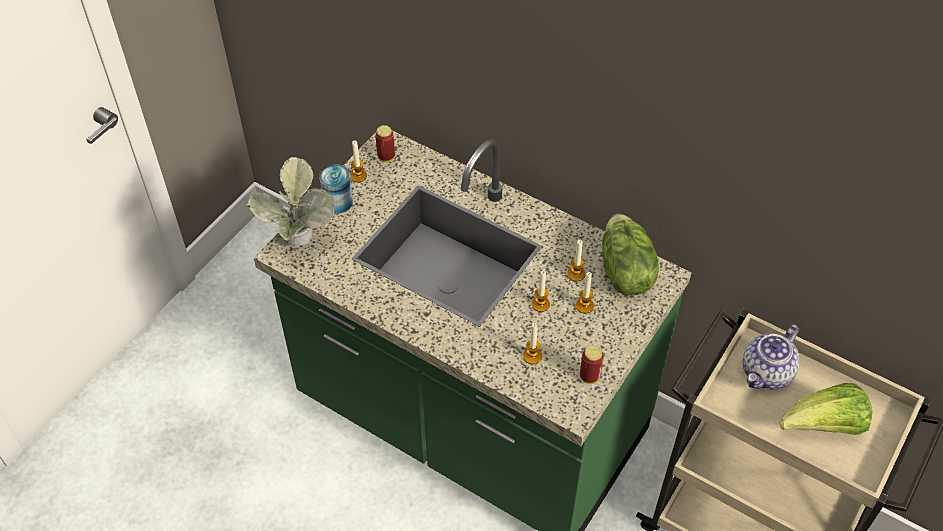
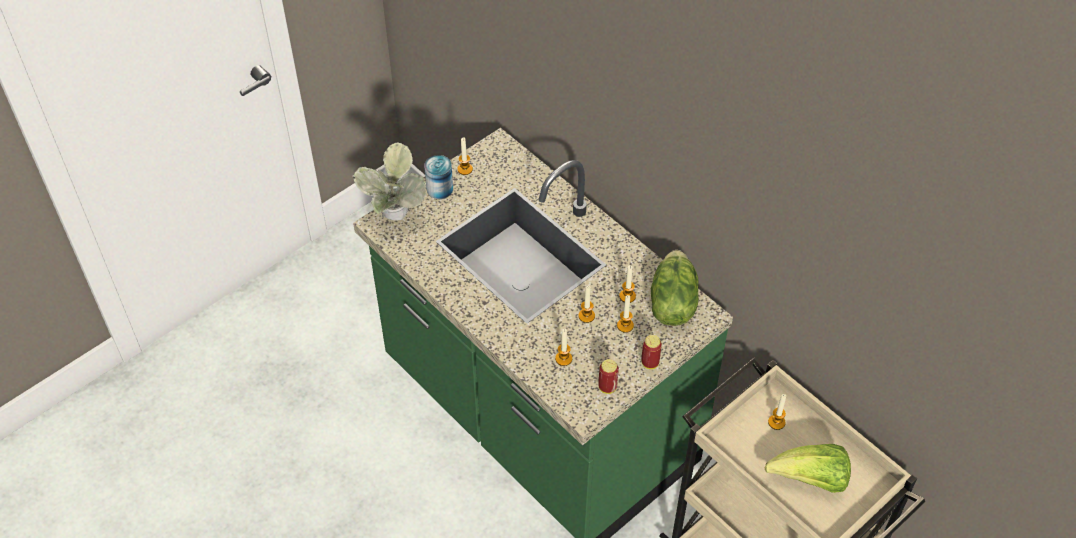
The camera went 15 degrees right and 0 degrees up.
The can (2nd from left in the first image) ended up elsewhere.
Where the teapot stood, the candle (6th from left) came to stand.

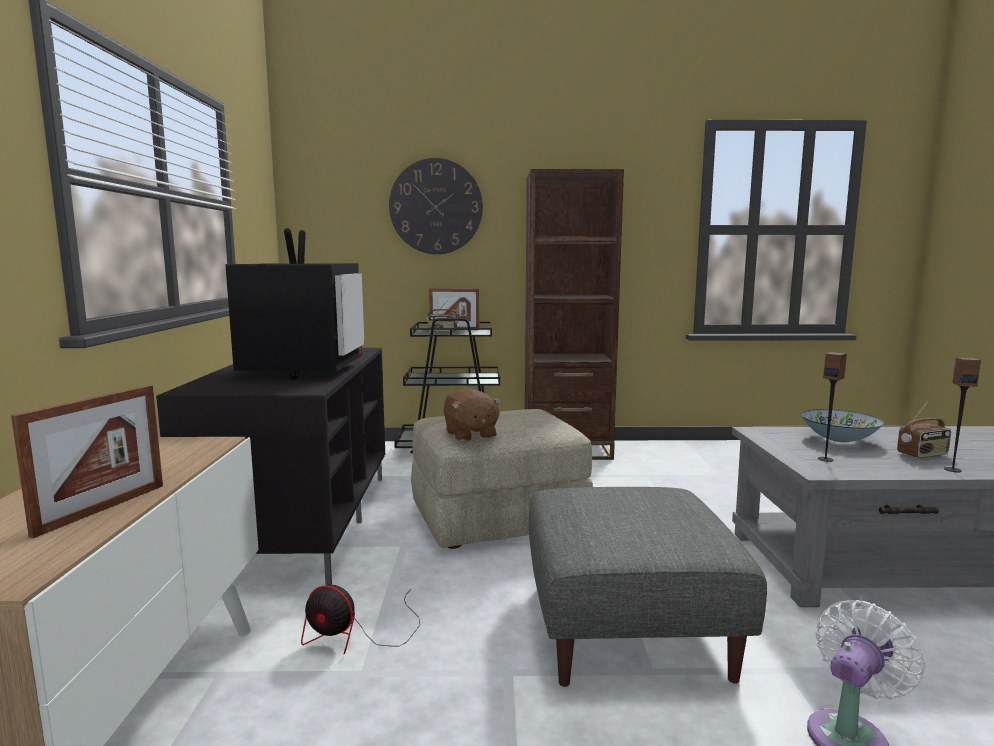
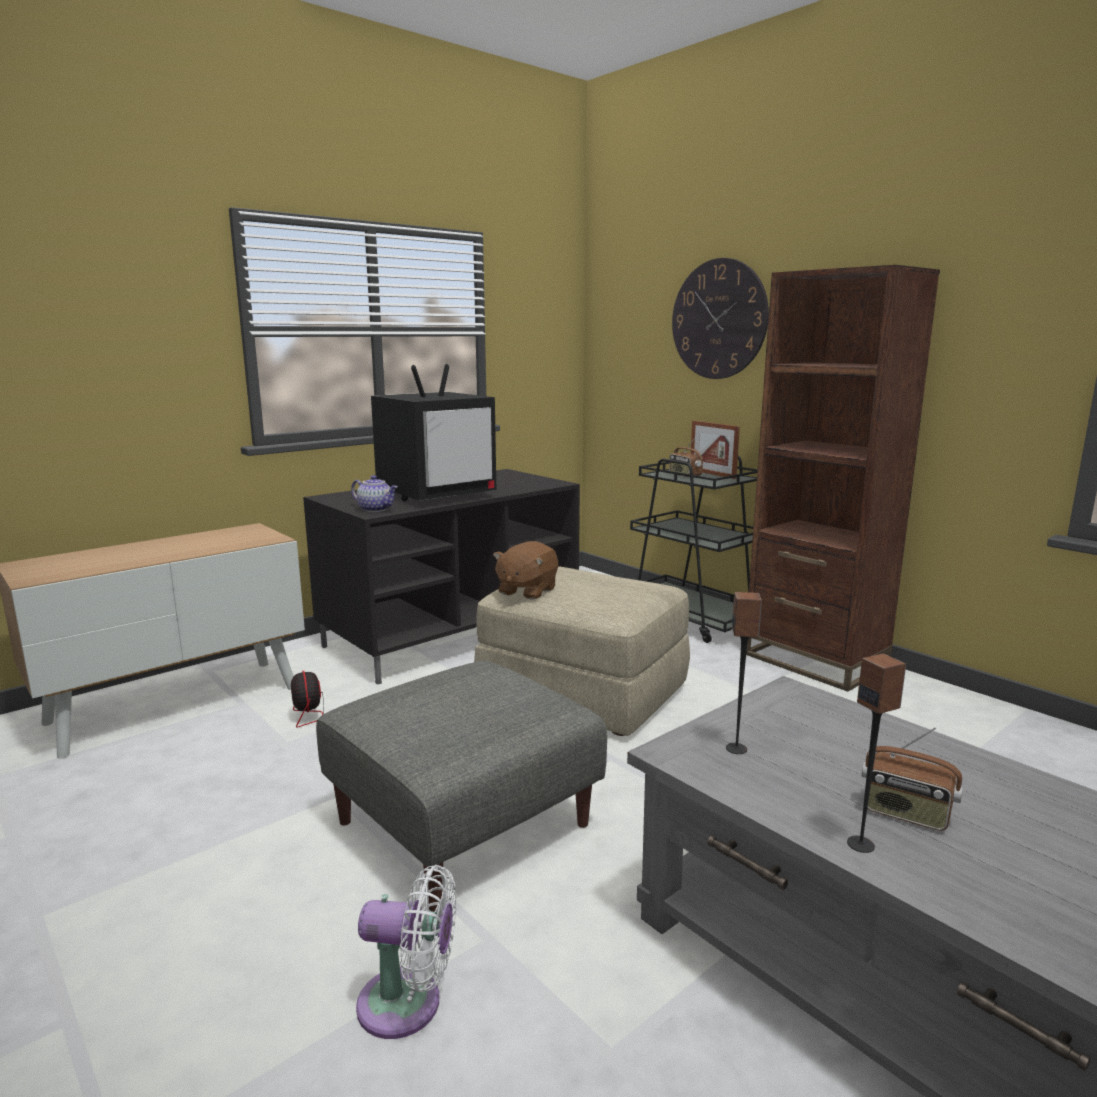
The camera went 50 degrees right and 5 degrees up.
The second view lost the picture_frame (1st from left).
The second view lost the bowl.
The second view gained the teapot.

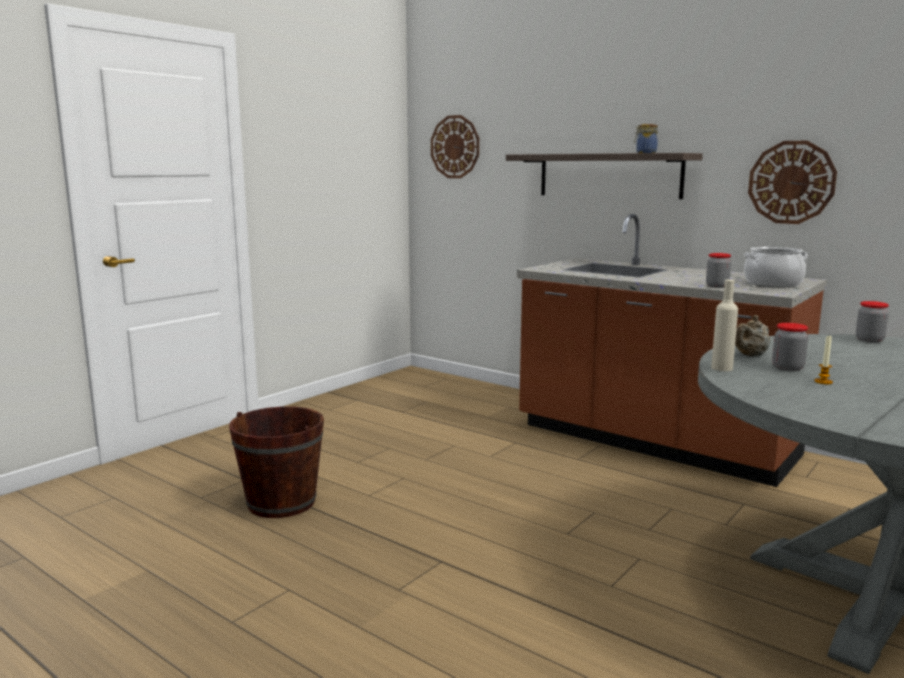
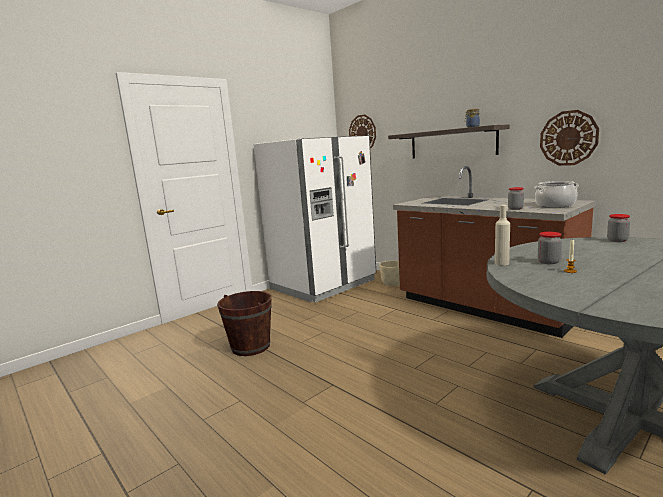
The camera went 10 degrees right and 0 degrees up.
The second view lost the beige_teapot.
The second view gained the white_fridge.
The second view gained the beige_planter.

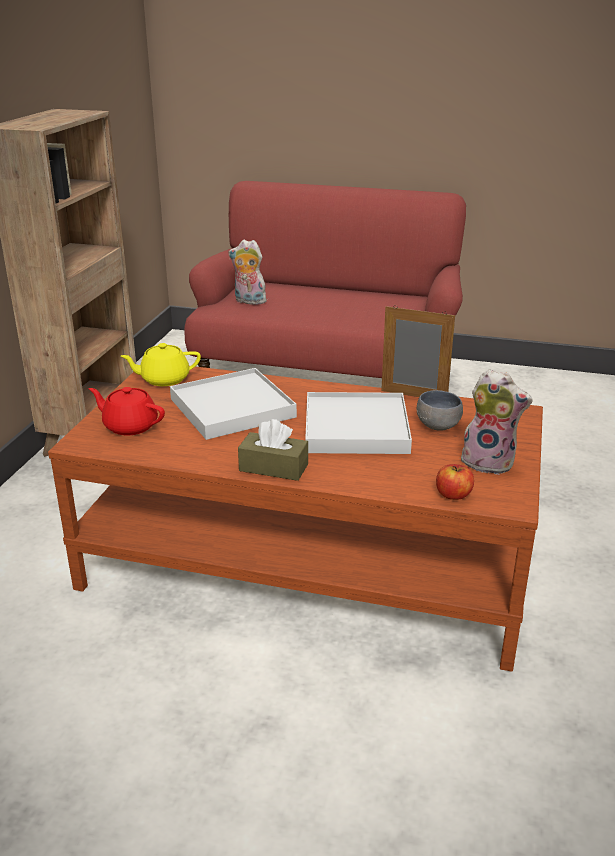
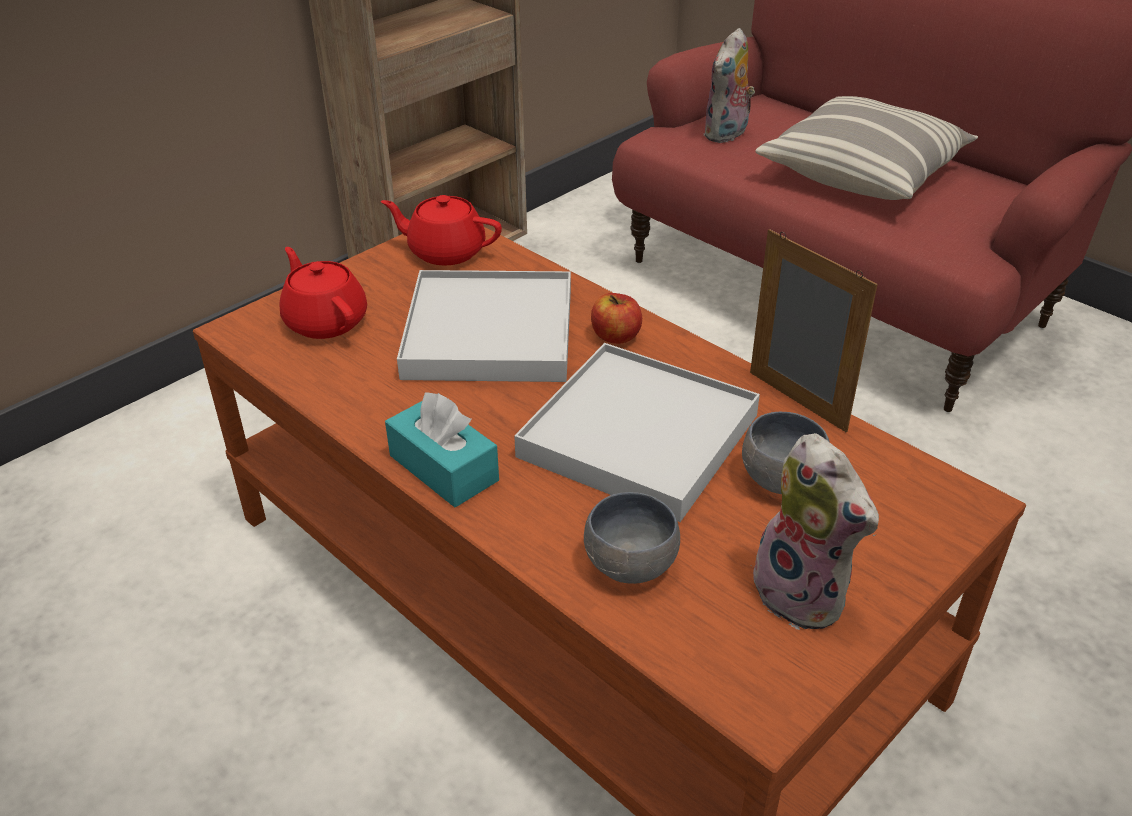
The camera went 30 degrees right and 10 degrees up.
What was the yellow_teapot turned into the red_teapot (2nd from left).
The plush_toy (1st from left) ended up facing another way, 105 degrees counterclockwise from before.
What was the brown_tissue_box turned into the turquoise_tissue_box.
The apple ended up elsewhere.
The second view gained the grey_bowl (1st from left).
The second view gained the pillow.

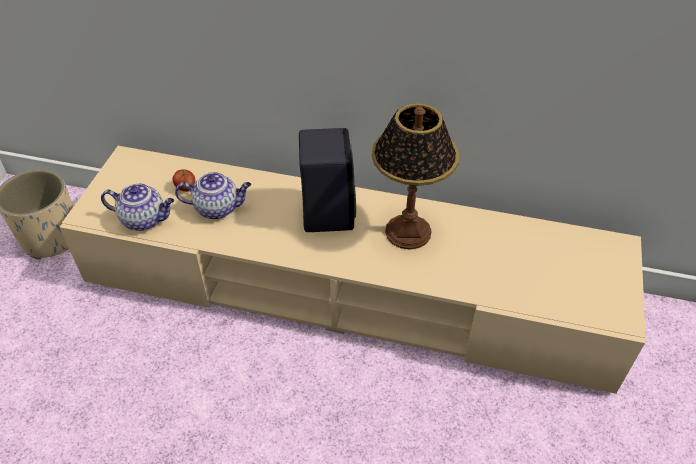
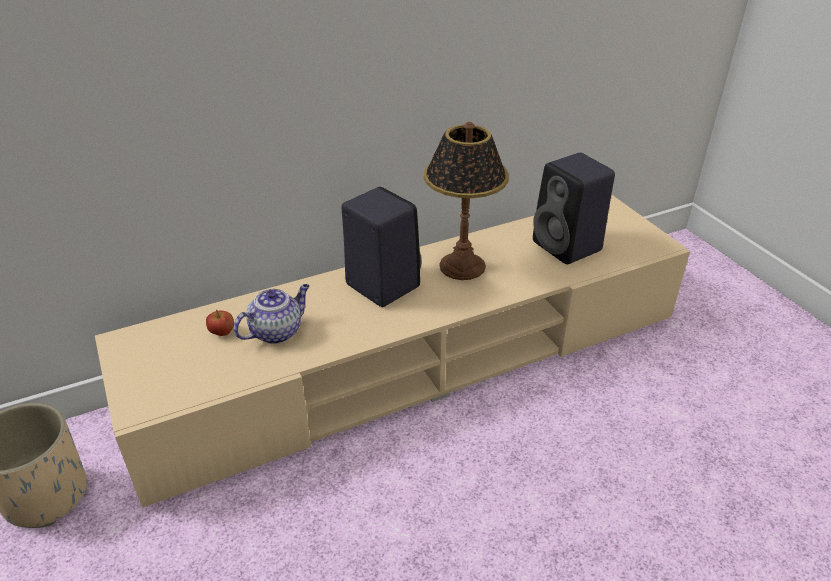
The camera went 40 degrees left and 10 degrees down.
The second view lost the teapot (1st from left).
The second view gained the black_speaker (2nd from left).

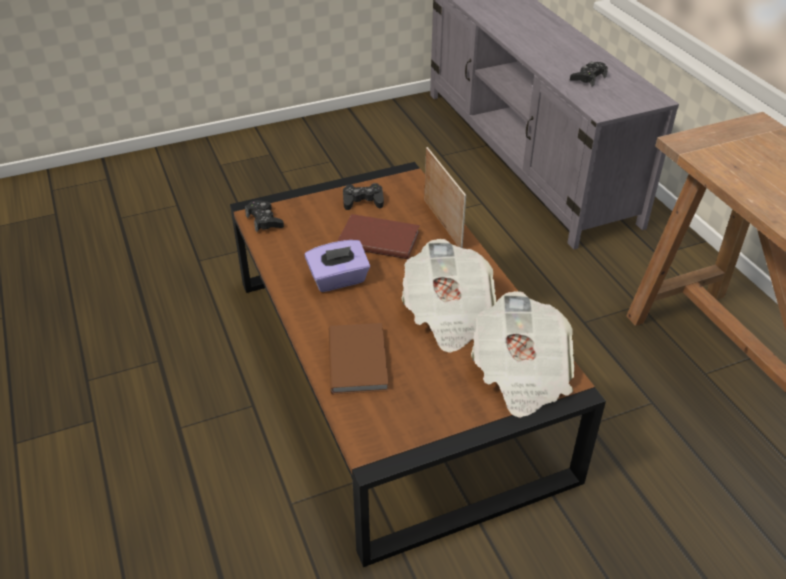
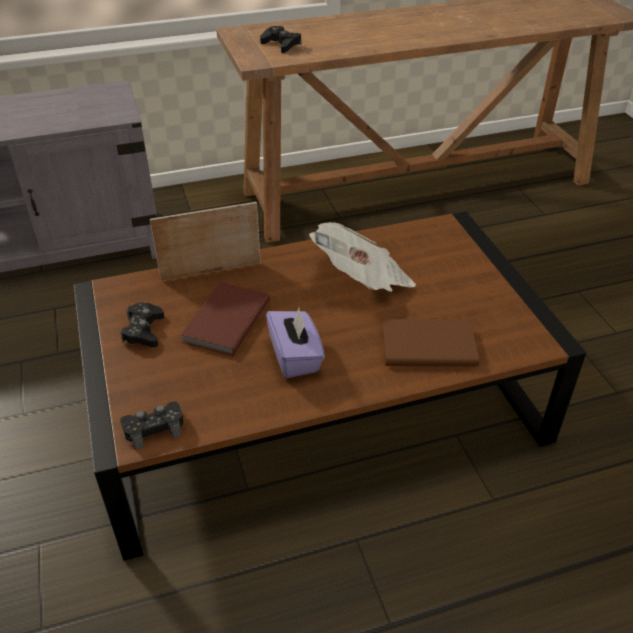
The camera went 85 degrees left and 0 degrees up.
The second view lost the newspaper (2nd from left).
The black_game_controller (3rd from left) ended up elsewhere.

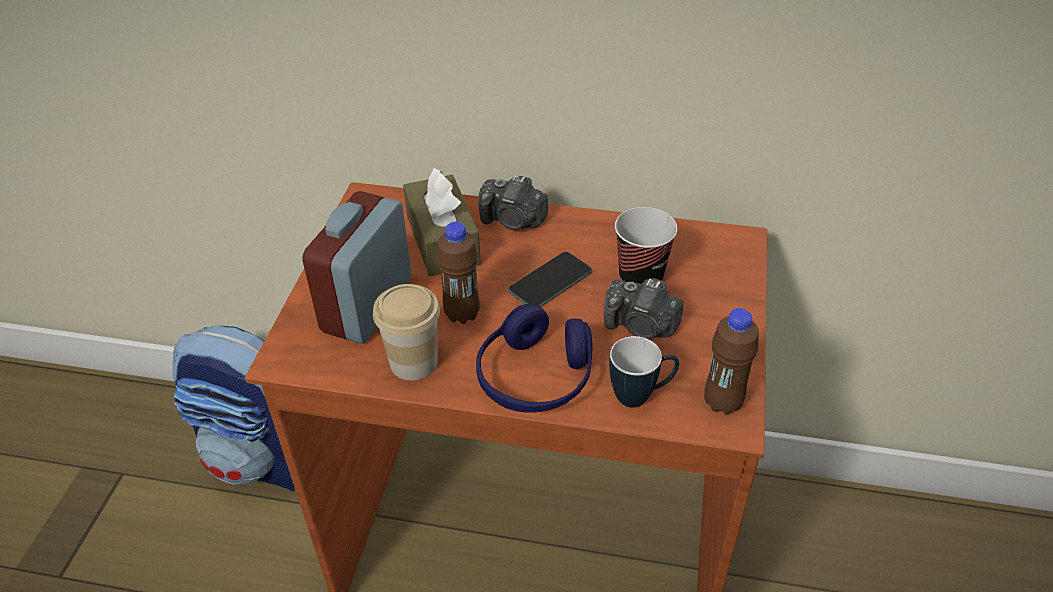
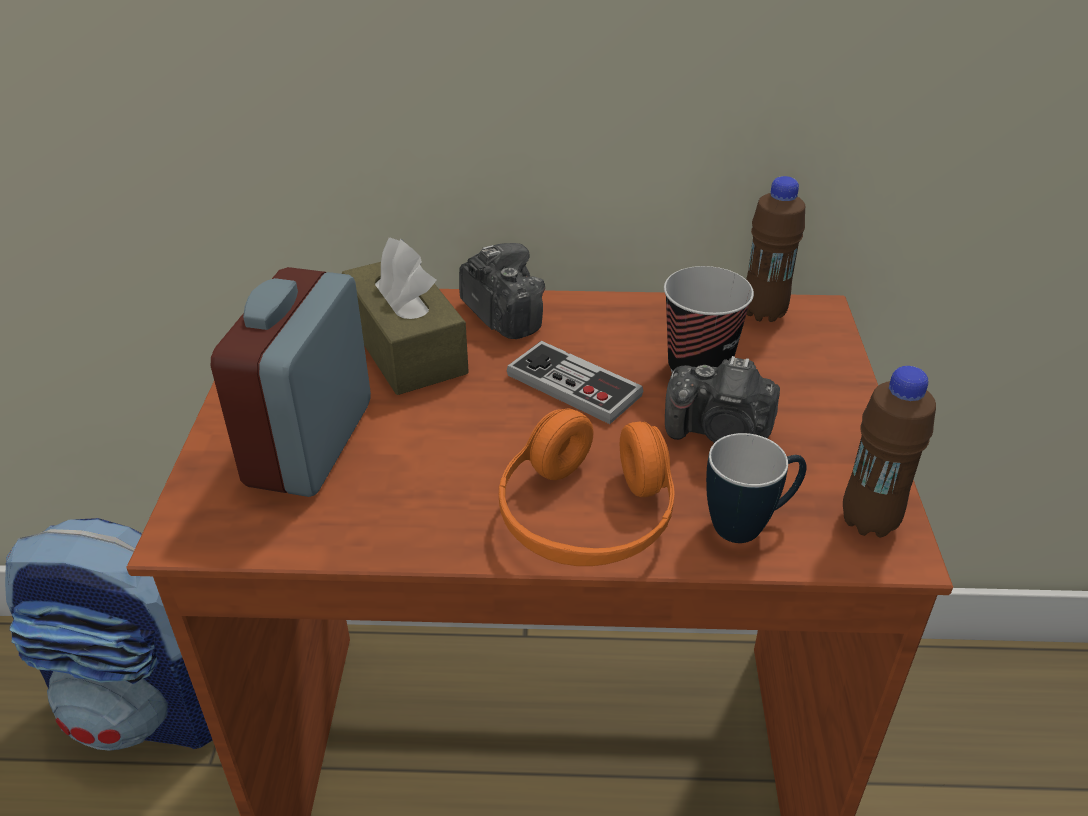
The camera went 10 degrees left and 5 degrees down.
The second view lost the cup (1st from left).
The brown_bottle (1st from left) ended up elsewhere.
What was the blue_headphones turned into the orange_headphones.
The photo_camera (1st from left) ended up facing another way, 135 degrees counterclockwise from before.
Where the phone stood, the game_controller came to stand.

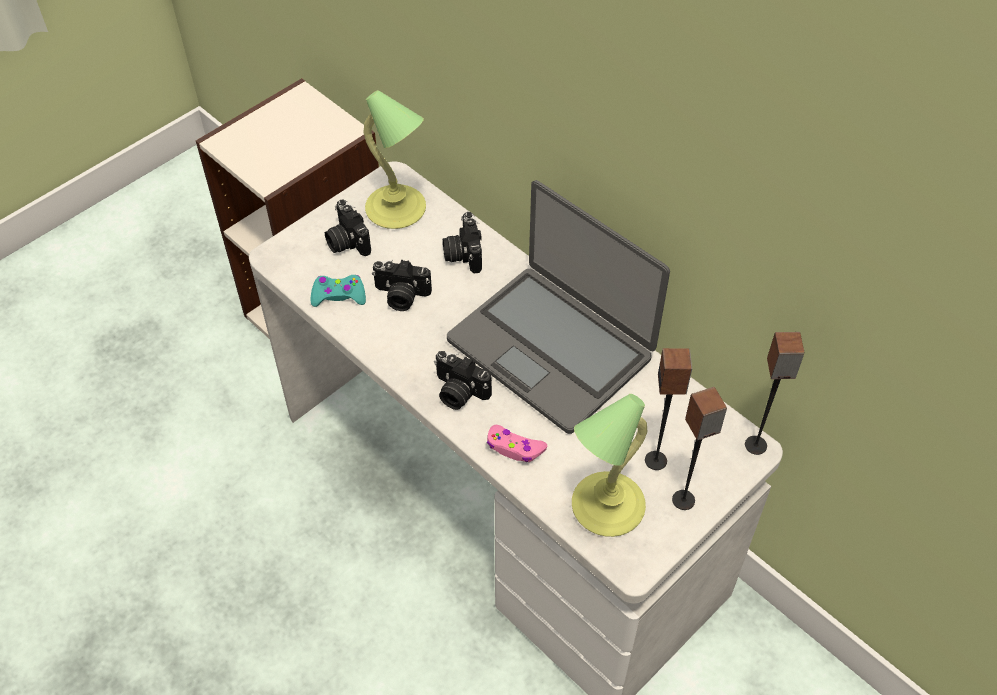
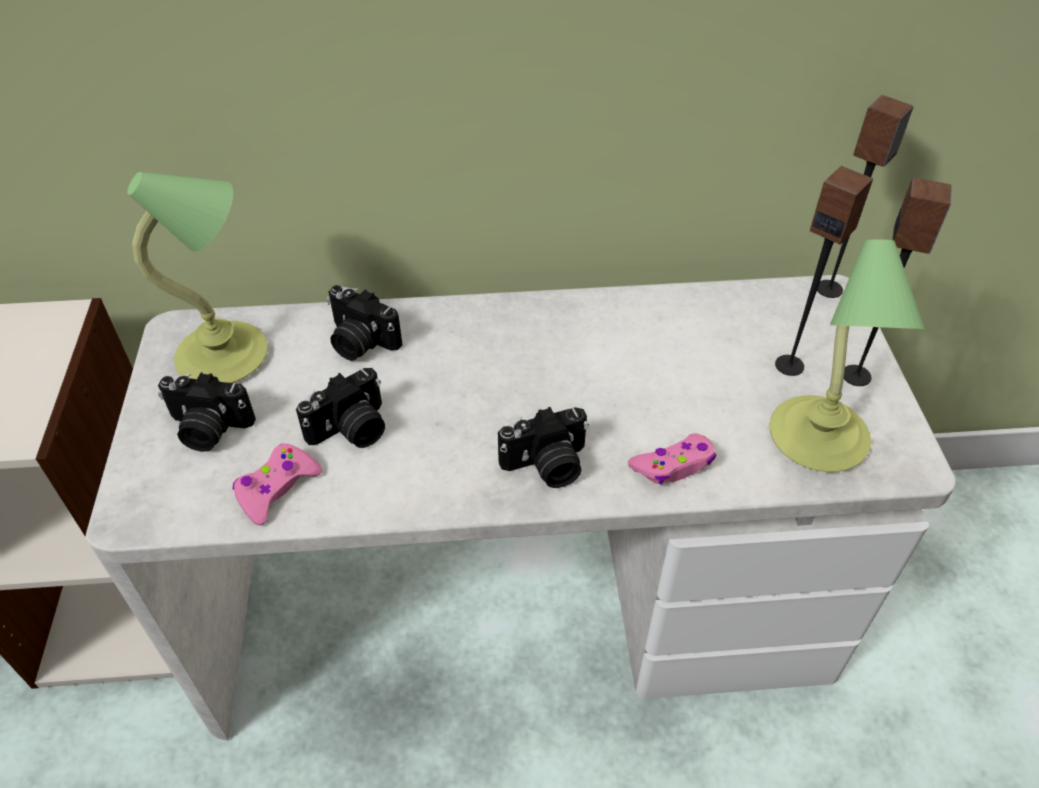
The camera went 50 degrees left and 5 degrees down.
What was the turquoise_game_controller turned into the pink_game_controller (1st from left).
The second view lost the laptop.

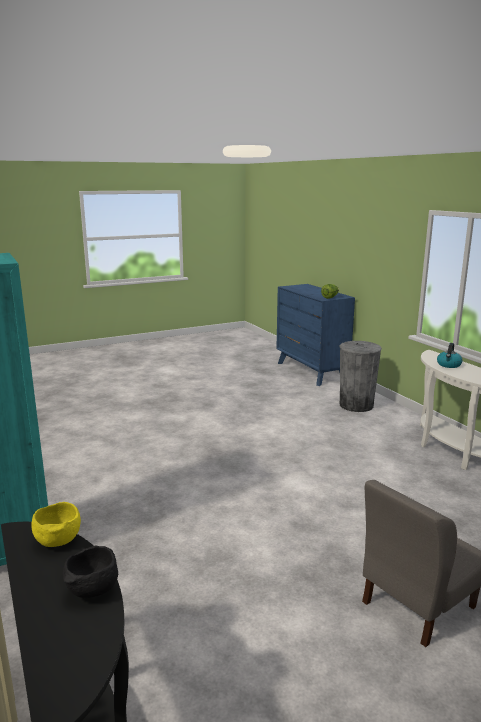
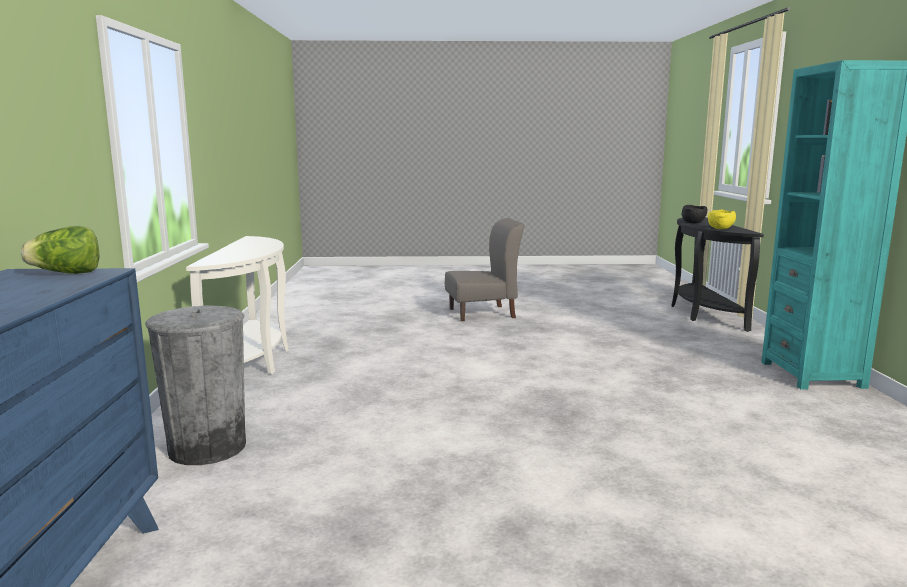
The camera went 155 degrees left and 5 degrees down.
The second view lost the kettle.

